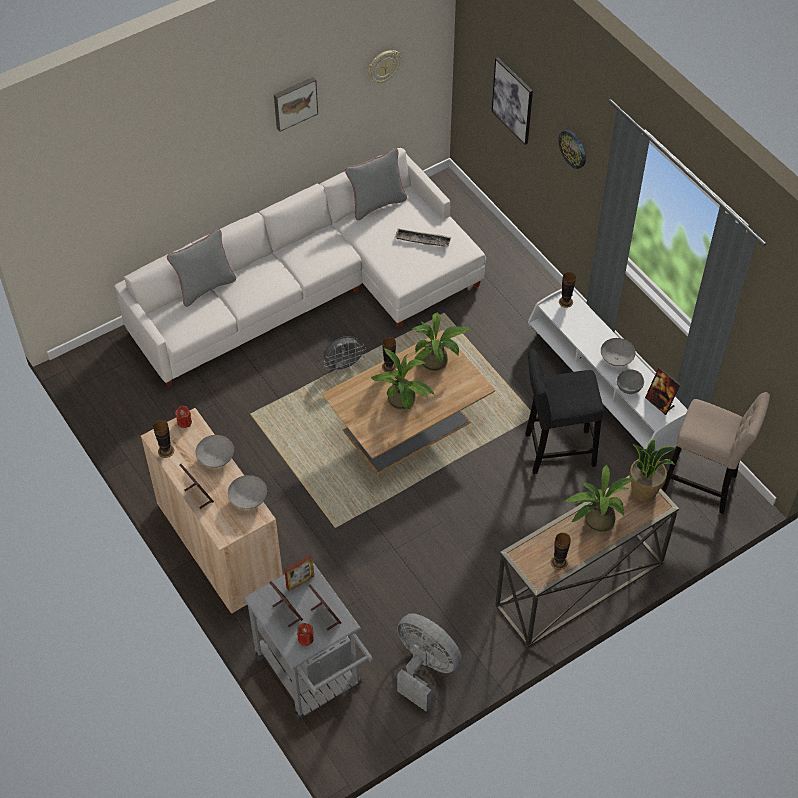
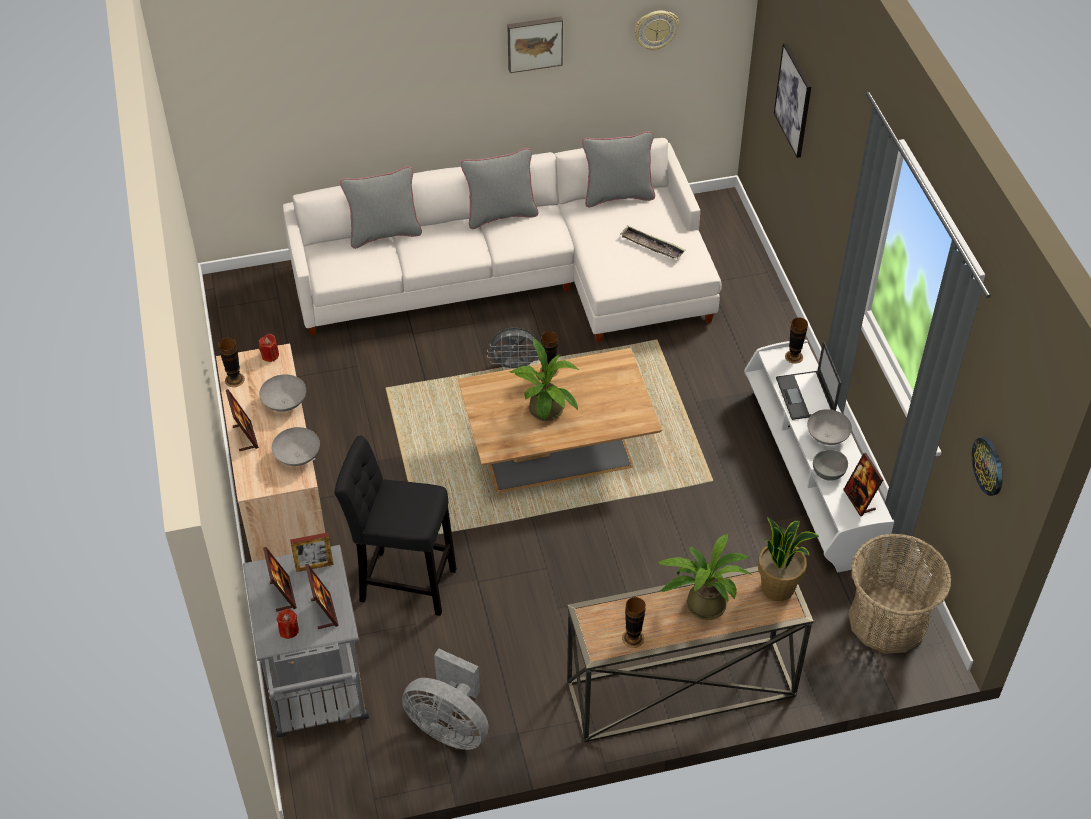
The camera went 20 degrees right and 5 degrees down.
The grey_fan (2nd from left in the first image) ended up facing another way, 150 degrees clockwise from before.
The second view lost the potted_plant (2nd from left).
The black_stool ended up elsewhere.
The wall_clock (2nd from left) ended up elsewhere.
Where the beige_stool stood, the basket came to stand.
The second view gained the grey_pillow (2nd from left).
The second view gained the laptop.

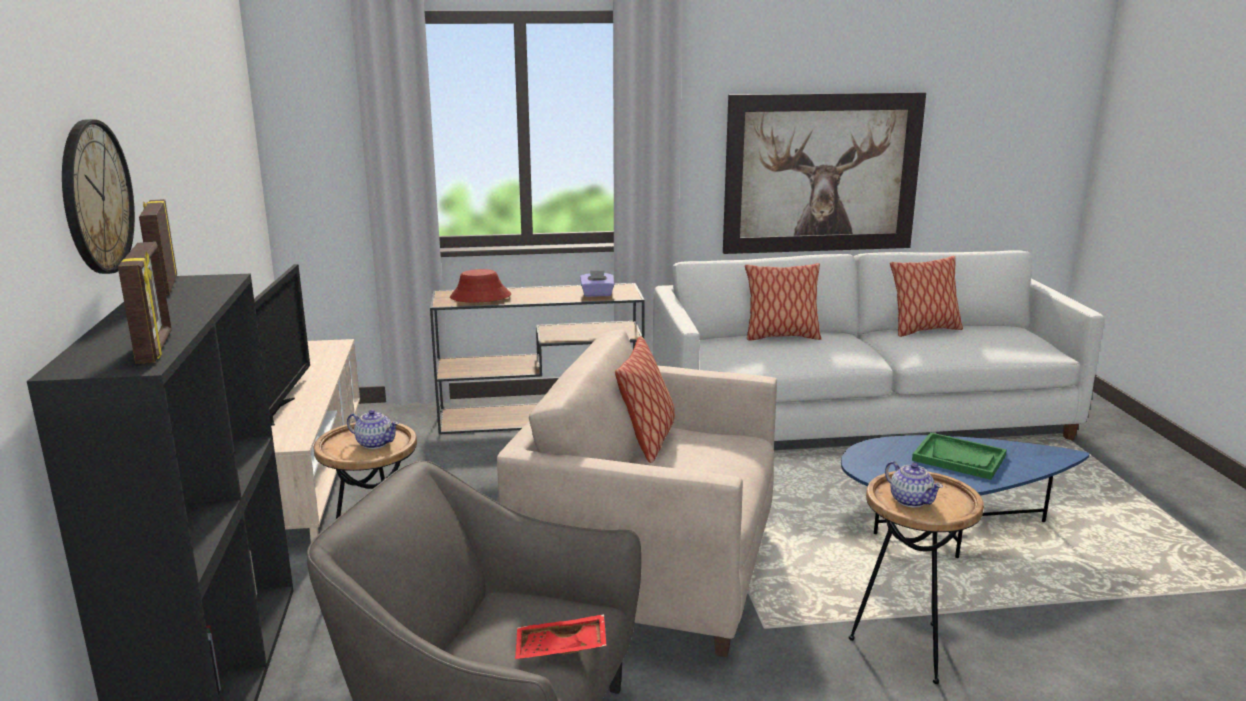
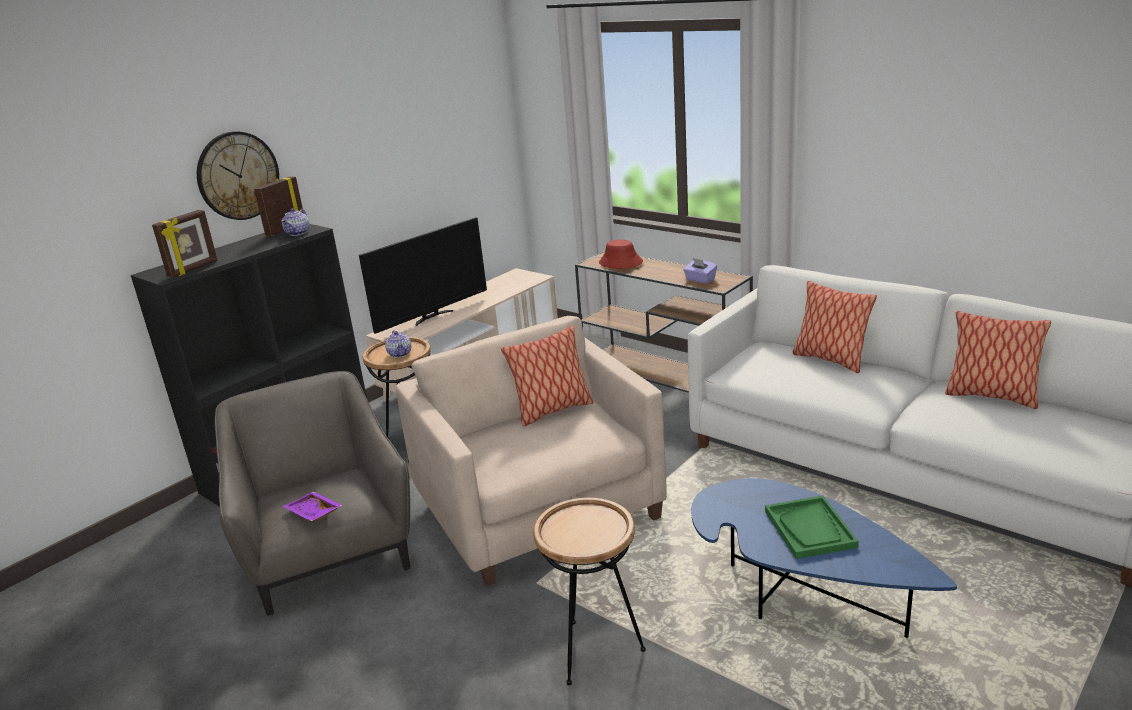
The camera went 50 degrees right and 5 degrees up.
What was the red_tray turned into the purple_tray.
The second view lost the picture.
The teapot (2nd from left in the first image) ended up elsewhere.

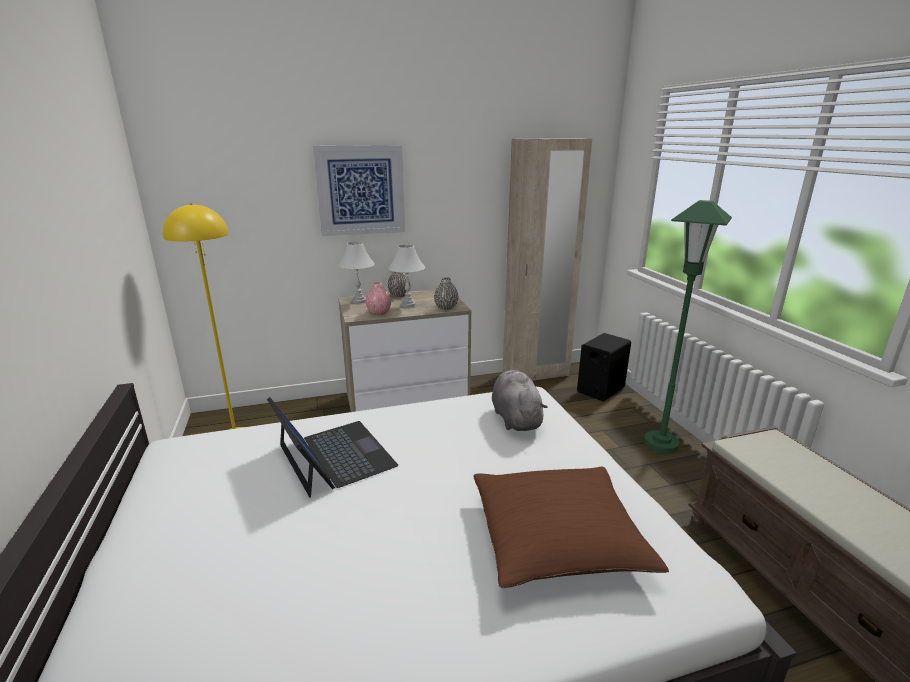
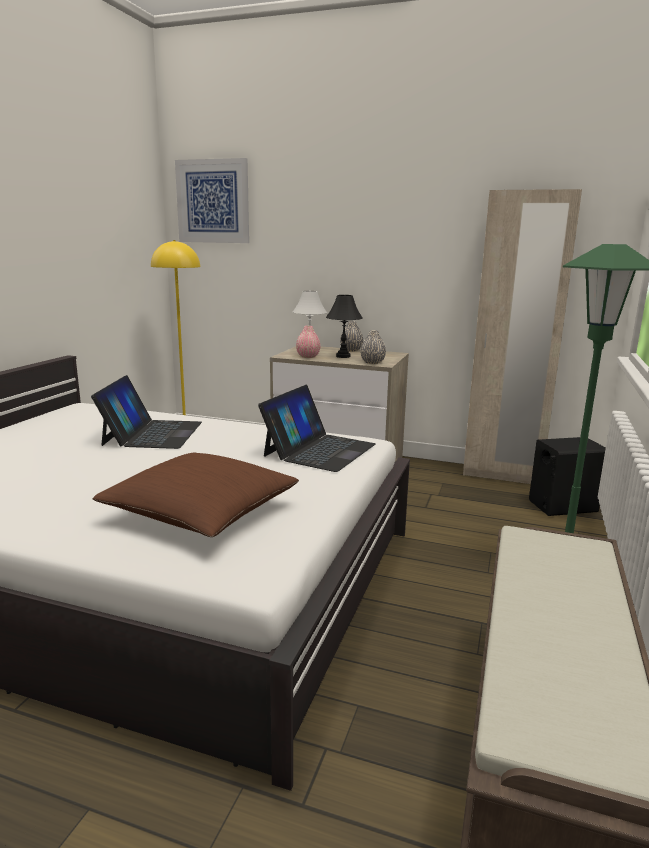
The camera went 35 degrees right and 5 degrees down.
The picture ended up elsewhere.
What was the white_table_lamp (2nd from left) turned into the black_table_lamp.
Where the grey_plush_toy stood, the laptop (2nd from left) came to stand.

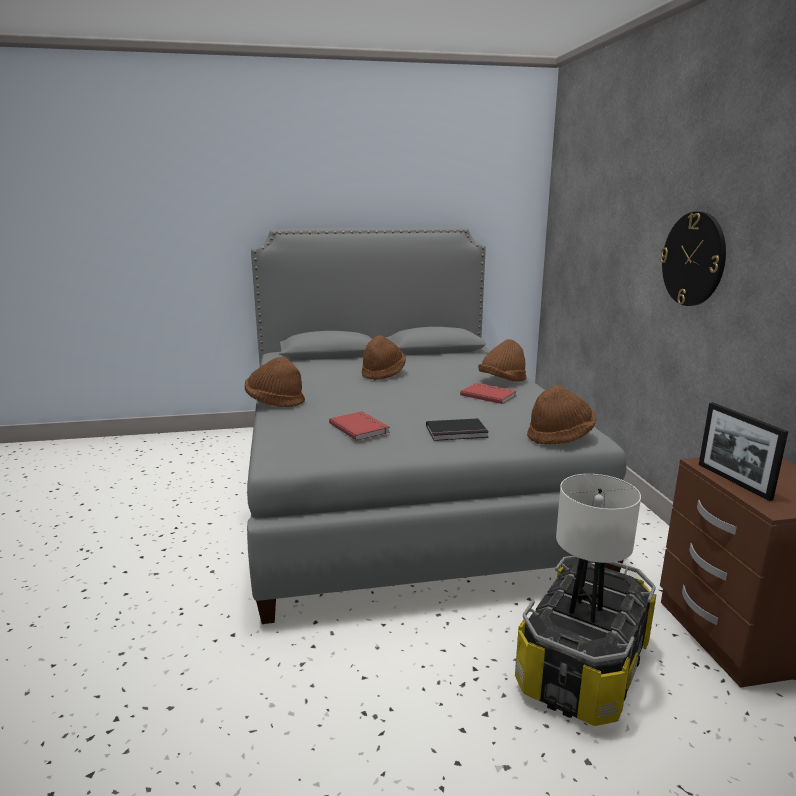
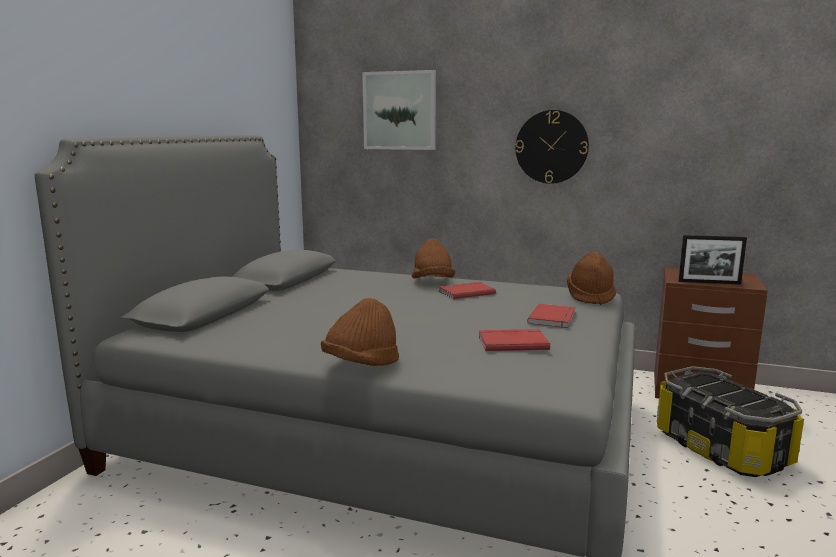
The camera went 60 degrees left and 5 degrees down.
The second view lost the brown_hat (2nd from left).
What was the black_book turned into the red_book (3rd from left).
The second view lost the white_table_lamp.
The second view gained the picture.

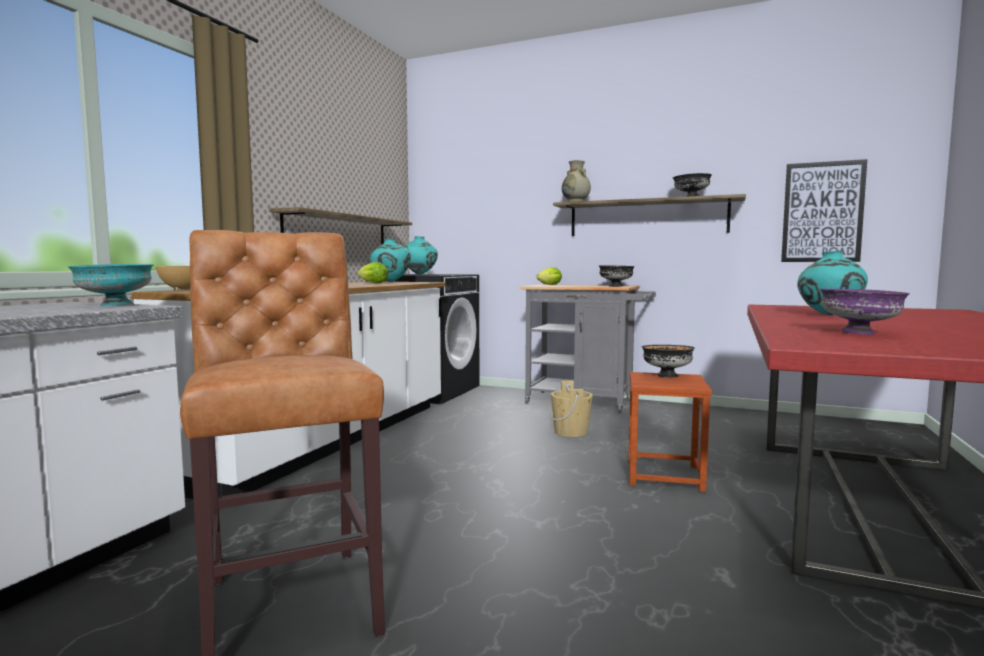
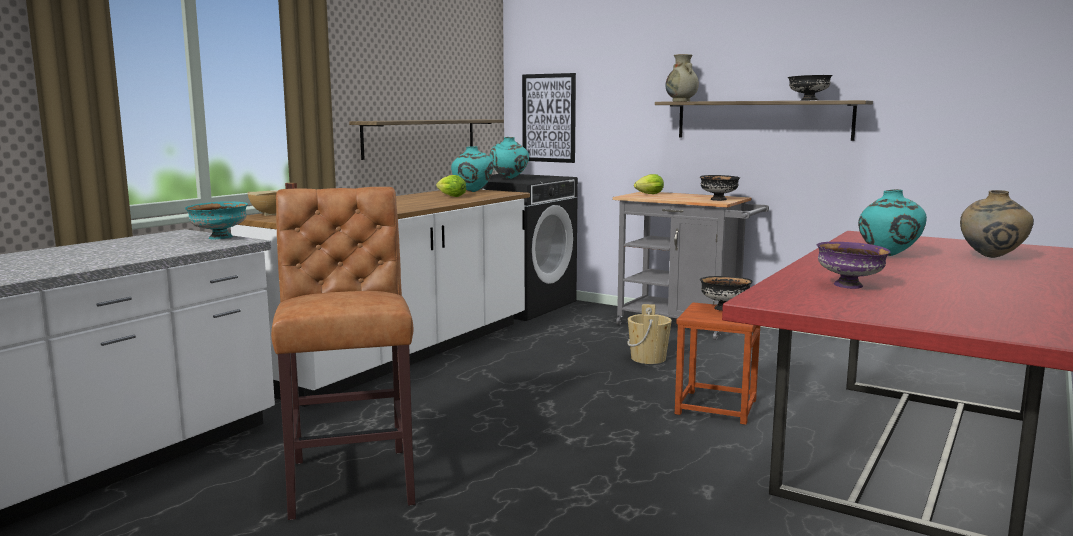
The camera went 10 degrees right and 5 degrees up.
The picture ended up elsewhere.
The second view gained the beige_vase (2nd from left).

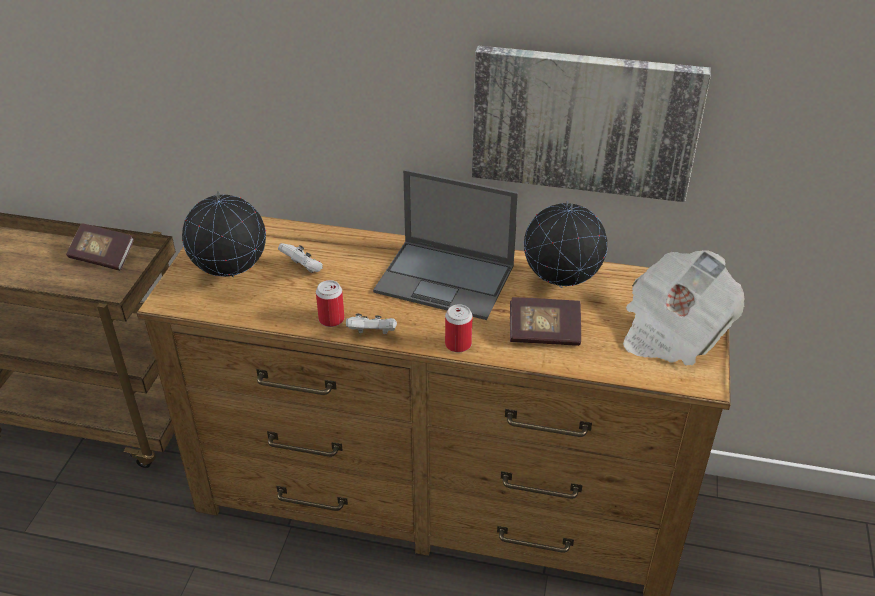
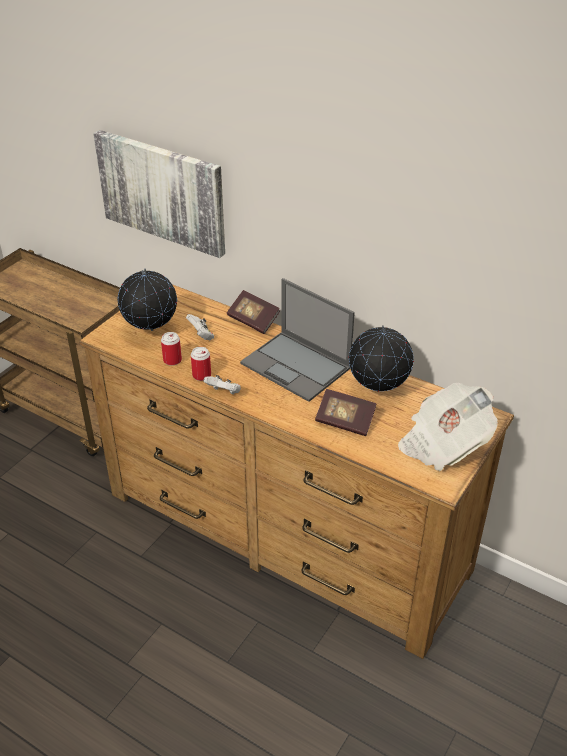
The camera went 20 degrees right and 0 degrees up.
The book (1st from left) ended up elsewhere.
The can (2nd from left in the first image) ended up elsewhere.
The picture ended up elsewhere.

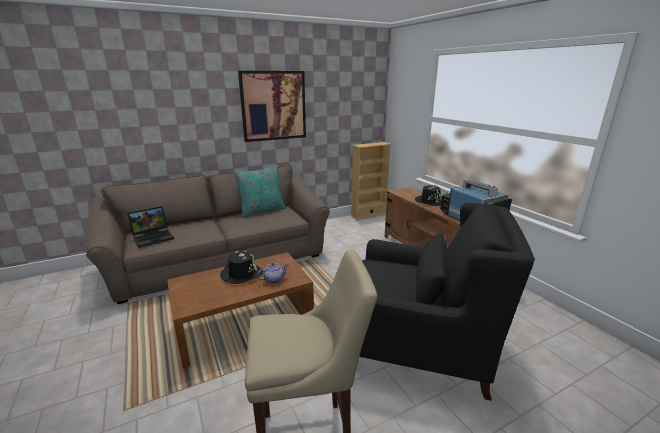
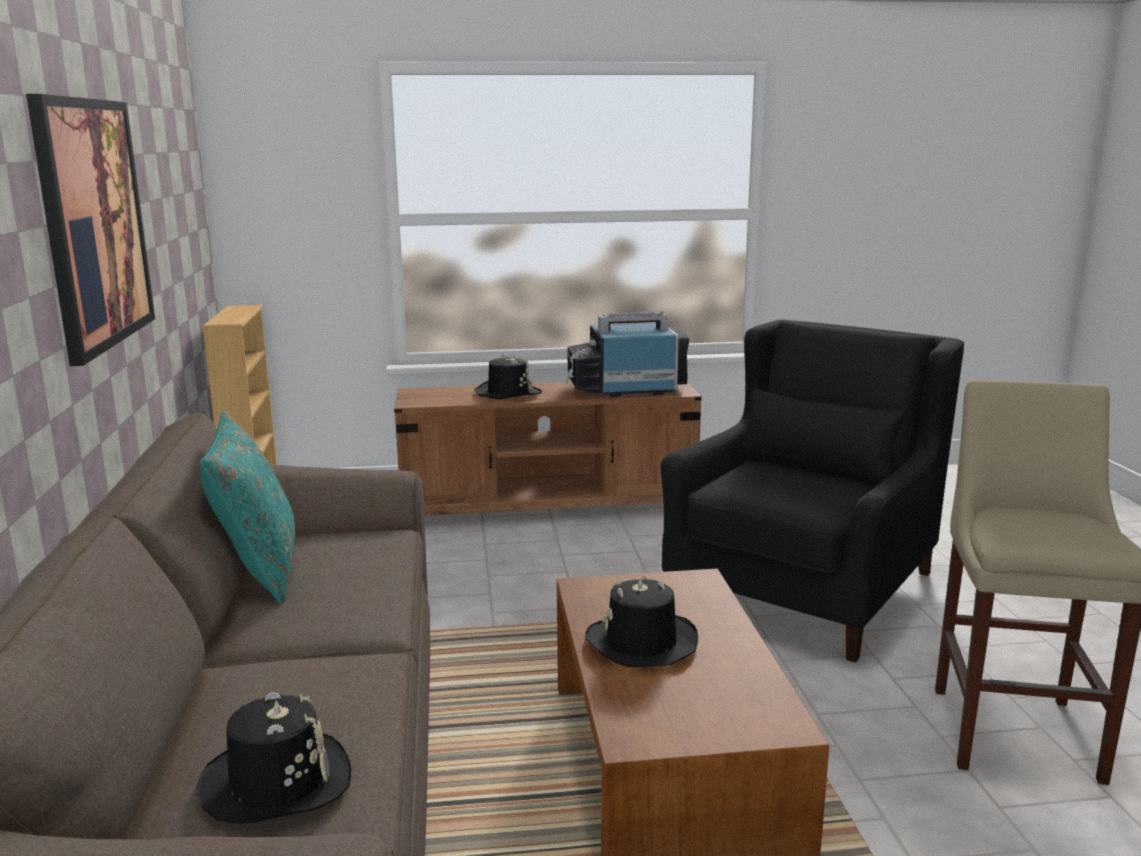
The camera went 70 degrees left and 5 degrees down.
Where the laptop stood, the black_hat (1st from left) came to stand.
The second view lost the teapot.

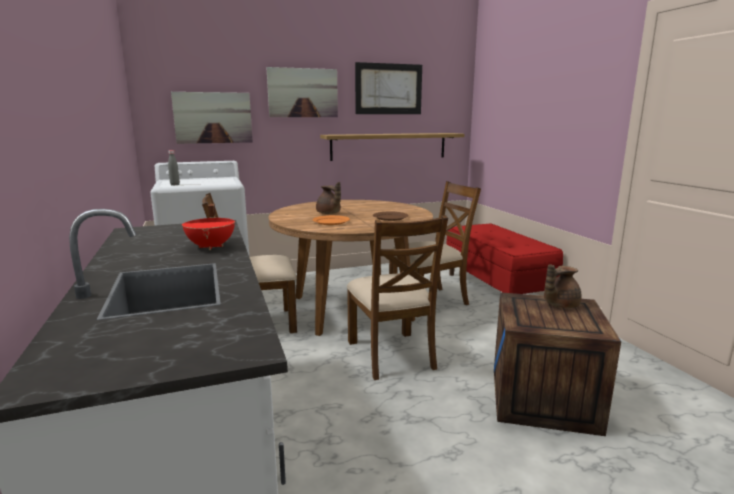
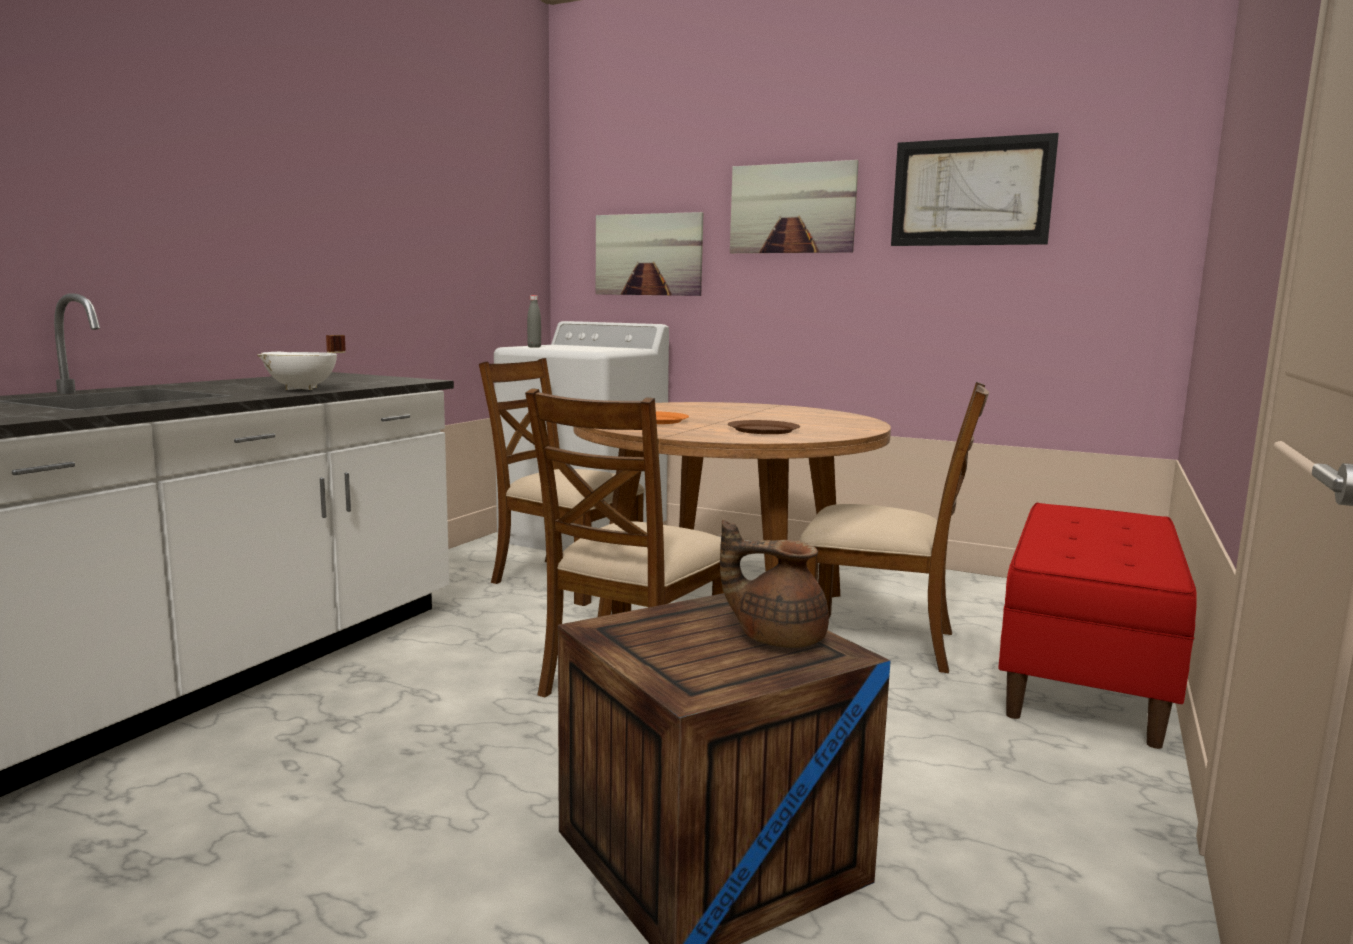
The camera went 45 degrees right and 5 degrees down.
What was the red_cooking_pot turned into the white_cooking_pot.
The second view lost the brown_teapot (1st from left).
The second view lost the shelf.

